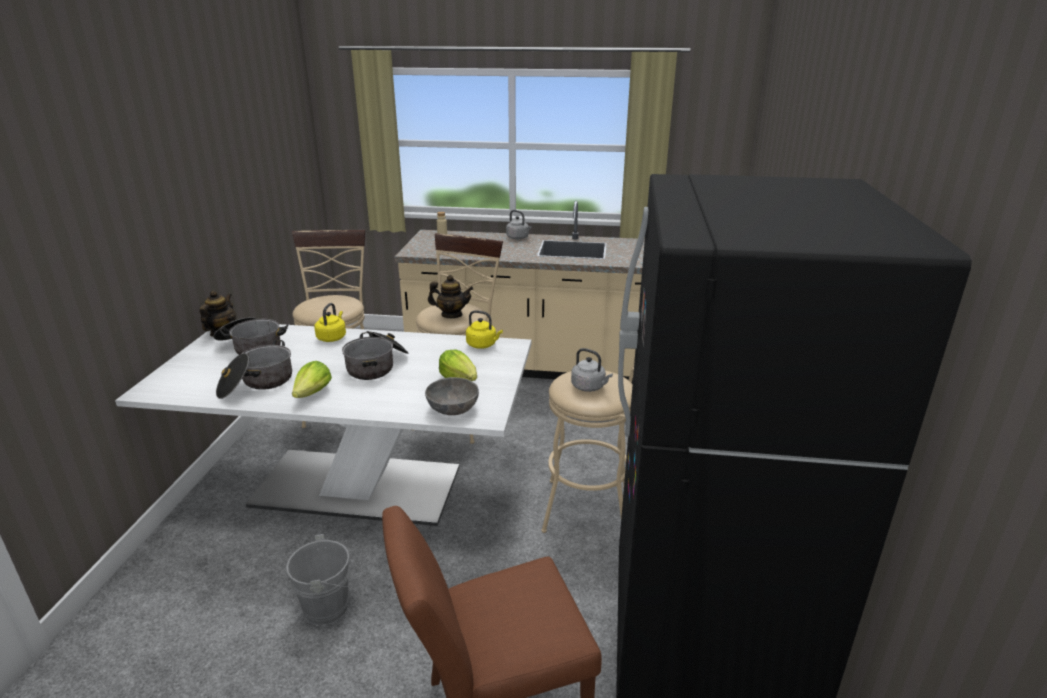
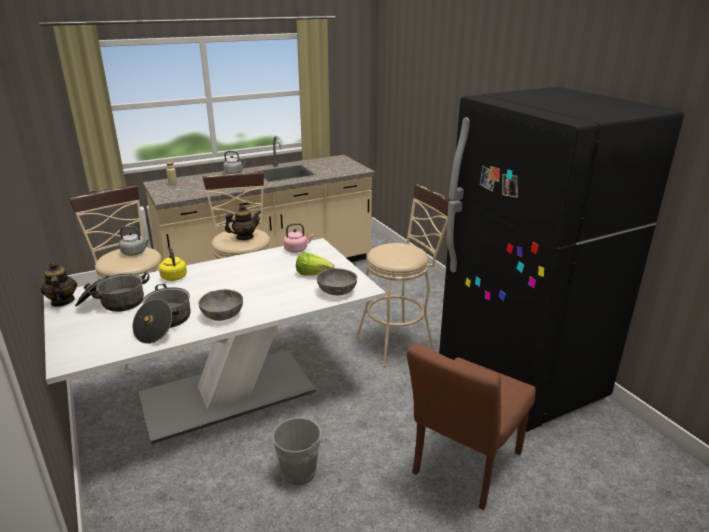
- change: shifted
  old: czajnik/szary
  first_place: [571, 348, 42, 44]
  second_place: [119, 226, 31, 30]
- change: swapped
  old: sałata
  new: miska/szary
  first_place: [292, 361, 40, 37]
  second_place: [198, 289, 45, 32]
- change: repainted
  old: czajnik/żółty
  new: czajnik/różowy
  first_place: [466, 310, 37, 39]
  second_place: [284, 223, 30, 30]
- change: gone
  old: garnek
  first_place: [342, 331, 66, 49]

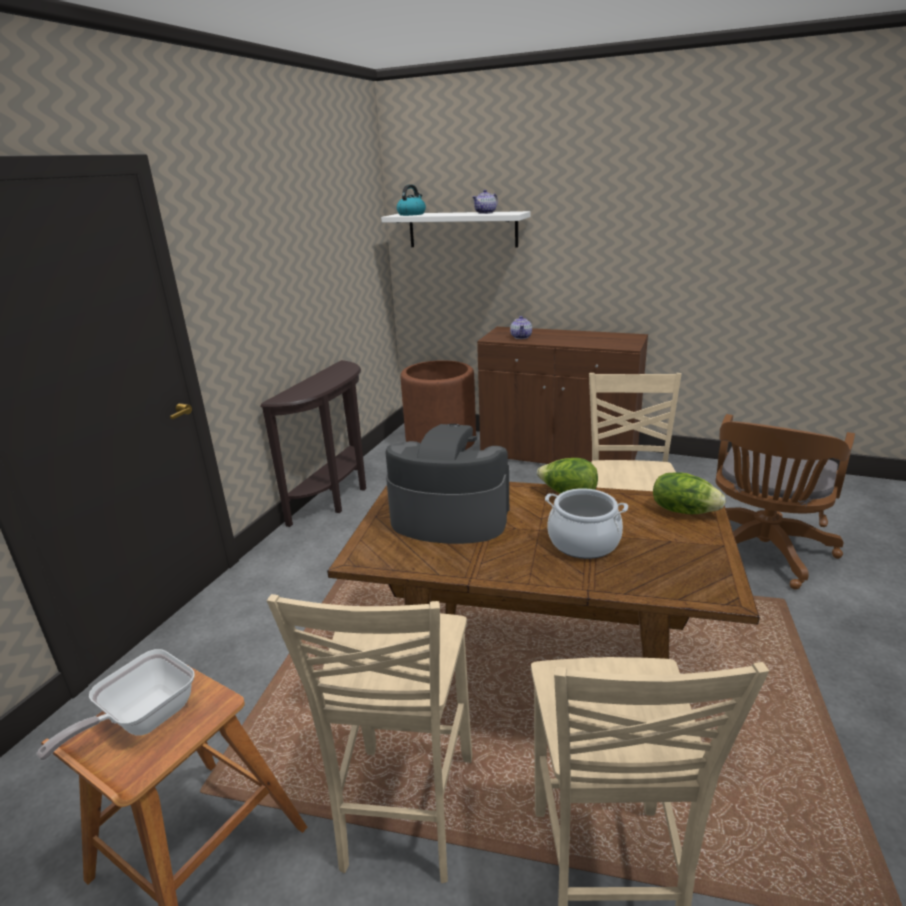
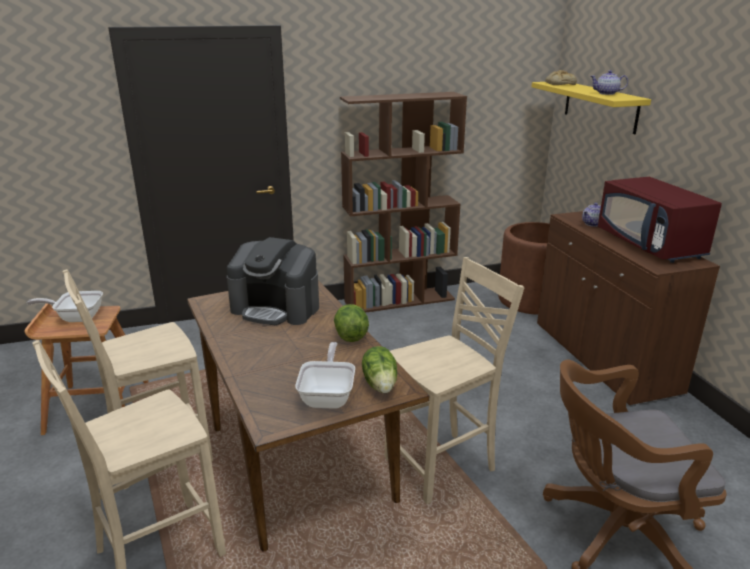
- change: rotated
  old: ekspres do kawy
  first_place: [385, 424, 124, 120]
  second_place: [227, 237, 92, 88]
  degrees: 135
- change: new
  new: patelnia
  second_place: [295, 342, 60, 67]
- change: swapped
  old: stolik konsolowy/brązowy
  new: regał/brązowy
  first_place: [260, 360, 106, 167]
  second_place: [340, 92, 127, 221]
- change: repainted
  old: półka/biały
  new: półka/żółty
  first_place: [381, 211, 150, 37]
  second_place: [531, 82, 120, 52]
- change: swapped
  old: czajnik
  new: chleb
  first_place: [397, 184, 29, 32]
  second_place: [545, 70, 32, 15]
- change: new
  new: mikrofalówka/czerwony
  second_place: [598, 177, 124, 86]
- change: gone
  old: garnek
  first_place: [545, 488, 83, 71]

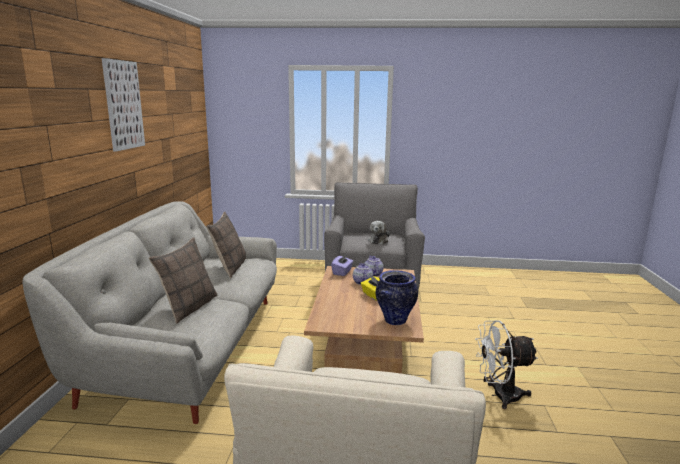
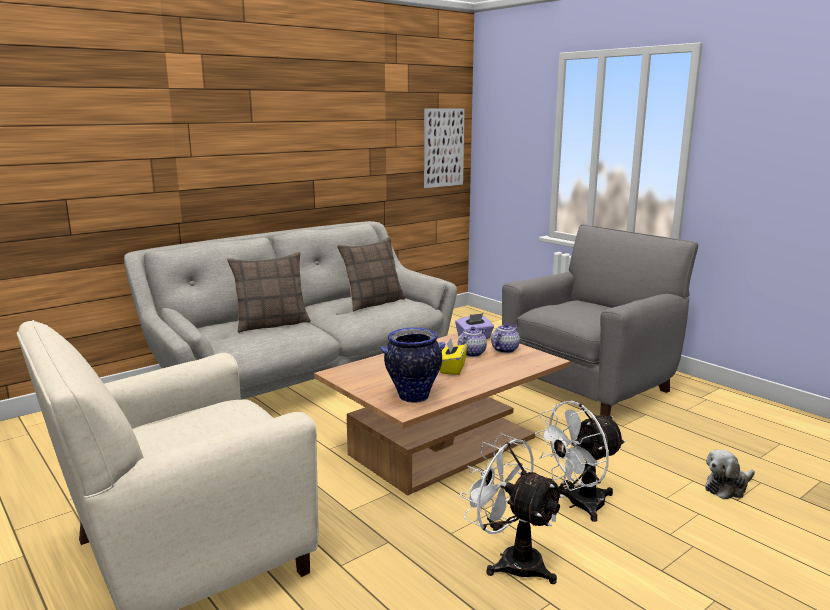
- change: shifted
  old: obraz
  first_place: [102, 58, 43, 93]
  second_place: [424, 108, 41, 80]
- change: new
  new: wentylator/biały
  second_place: [535, 401, 90, 121]
- change: shifted
  old: pluszak
  first_place: [368, 221, 22, 24]
  second_place: [705, 450, 50, 49]

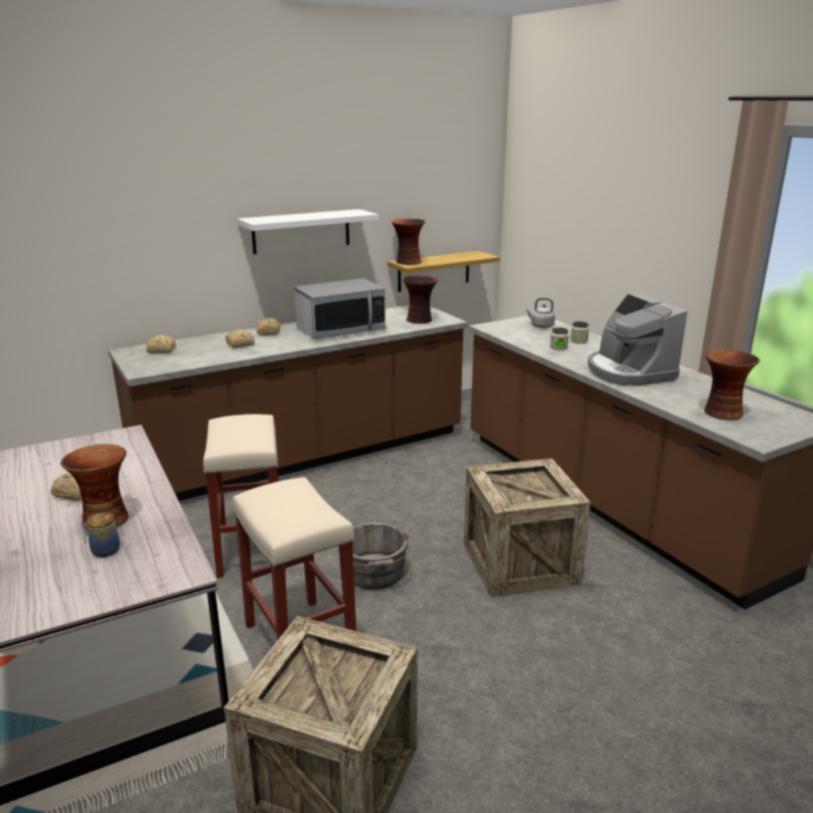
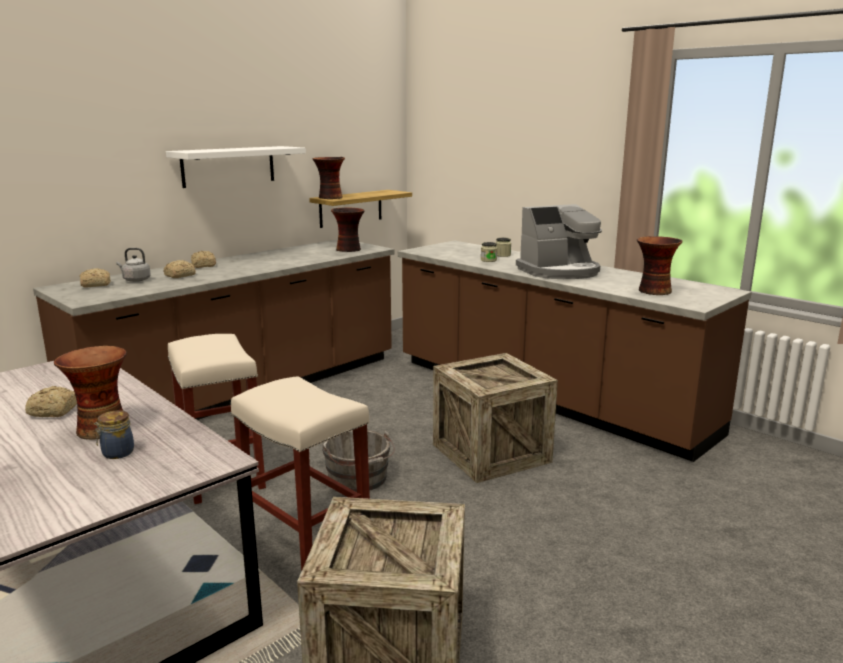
- change: shifted
  old: czajnik/szary
  first_place: [526, 298, 29, 30]
  second_place: [116, 248, 35, 34]
- change: rotated
  old: ekspres do kawy
  first_place: [588, 294, 99, 92]
  second_place: [516, 204, 86, 75]
  degrees: -75
- change: gone
  old: mikrofalówka
  first_place: [294, 278, 91, 61]

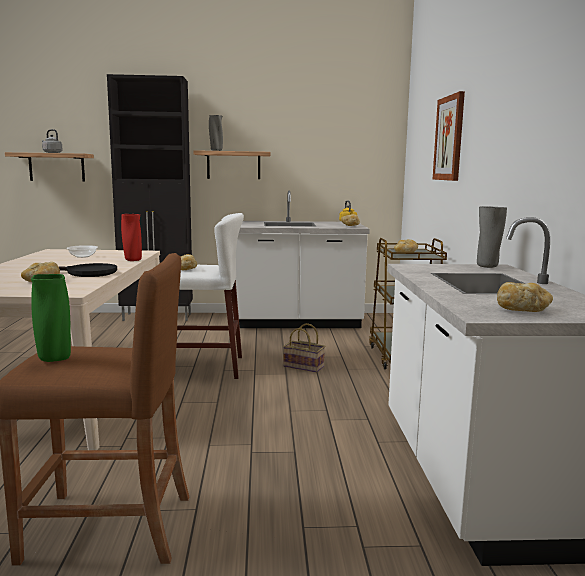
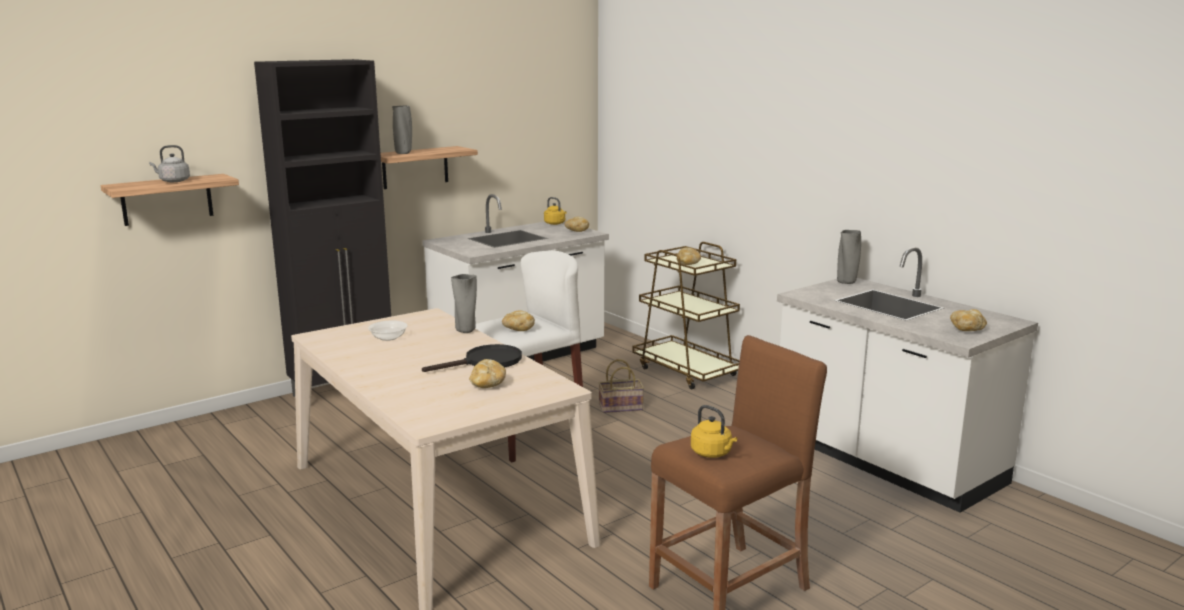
- change: repainted
  old: wazon/czerwony
  new: wazon/szary
  first_place: [121, 214, 21, 47]
  second_place: [451, 274, 26, 59]
- change: swapped
  old: wazon/zielony
  new: czajnik/żółty
  first_place: [31, 274, 40, 88]
  second_place: [691, 405, 46, 53]
- change: gone
  old: obraz
  first_place: [433, 91, 32, 90]

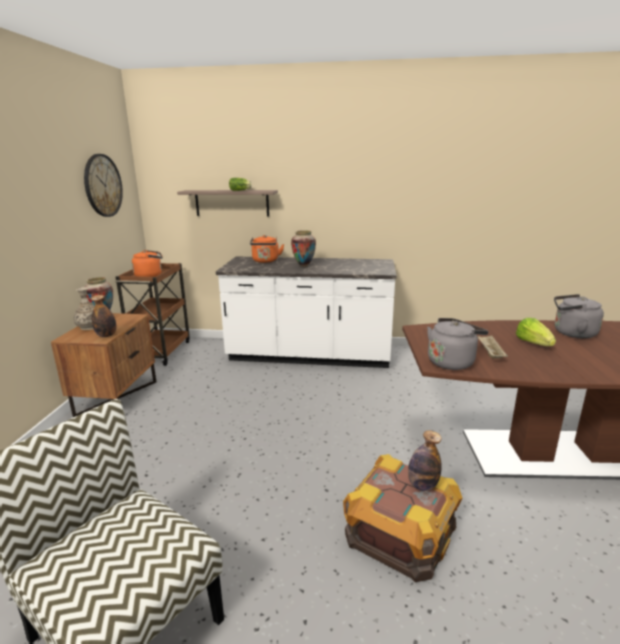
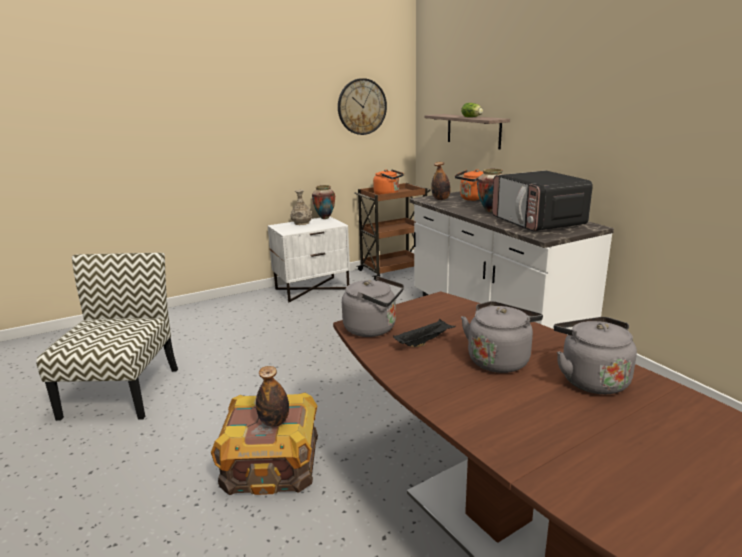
- change: repainted
  old: szafka nocna/brązowy
  new: szafka nocna/biały
  first_place: [51, 313, 105, 104]
  second_place: [268, 217, 82, 86]
- change: repainted
  old: taca/beżowy
  new: taca/czarny
  first_place: [477, 335, 31, 23]
  second_place: [393, 319, 63, 28]
- change: shifted
  old: butelka
  first_place: [91, 295, 25, 42]
  second_place: [431, 162, 20, 38]
- change: swapped
  old: sałata
  new: czajnik/szary
  first_place: [516, 318, 40, 28]
  second_place: [461, 301, 82, 72]
- change: new
  new: mikrofalówka
  second_place: [492, 171, 101, 60]

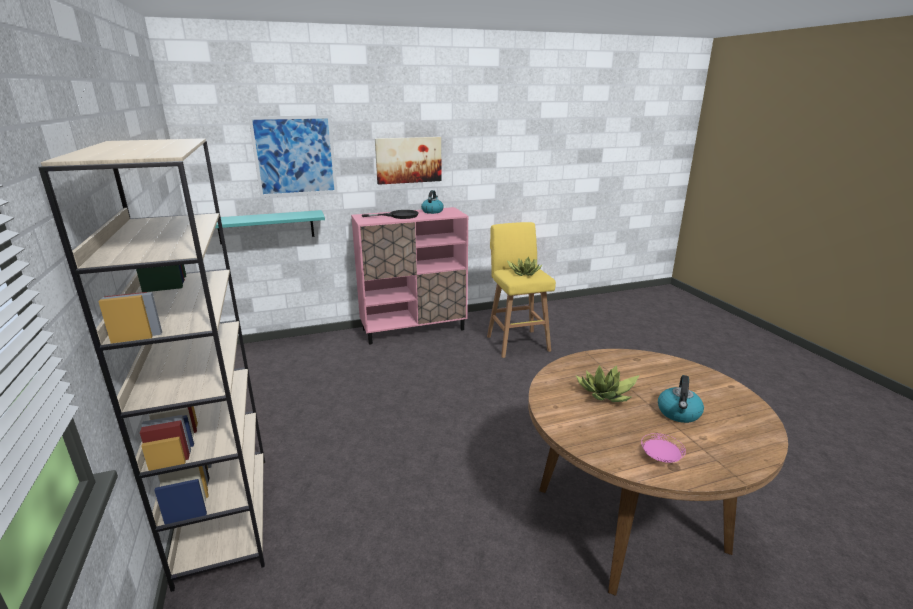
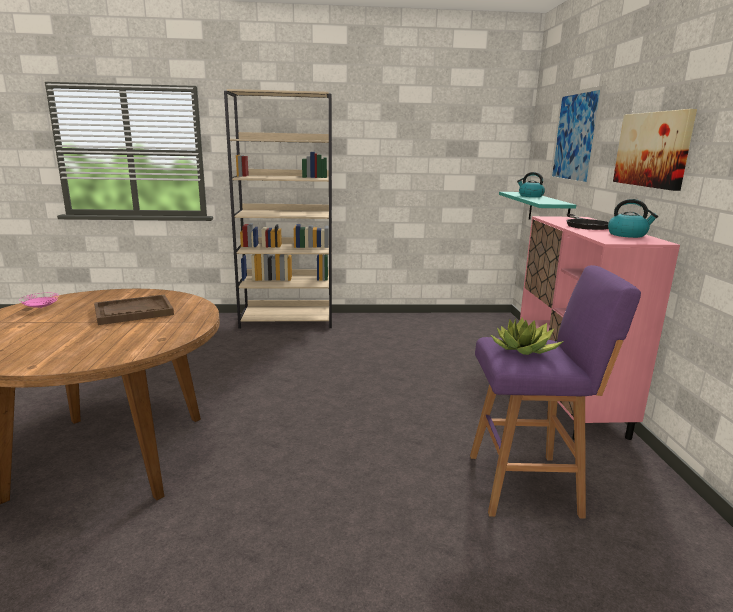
- change: swapped
  old: roślina doniczkowa
  new: taca/brązowy
  first_place: [576, 365, 63, 37]
  second_place: [94, 295, 80, 30]
- change: repainted
  old: stołek/żółty
  new: stołek/fioletowy
  first_place: [487, 222, 69, 136]
  second_place: [470, 265, 171, 254]
- change: shifted
  old: czajnik
  first_place: [658, 375, 46, 48]
  second_place: [517, 172, 28, 25]

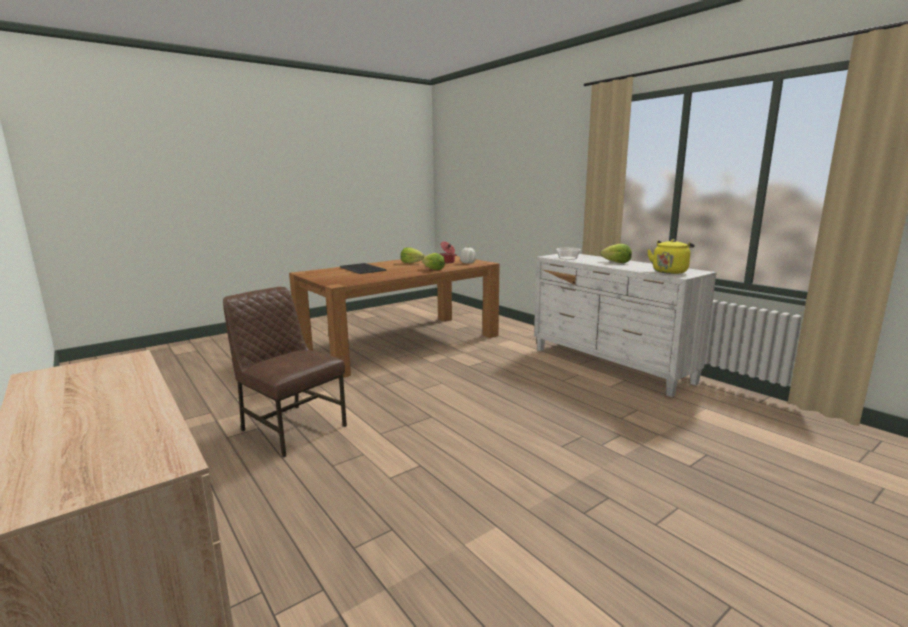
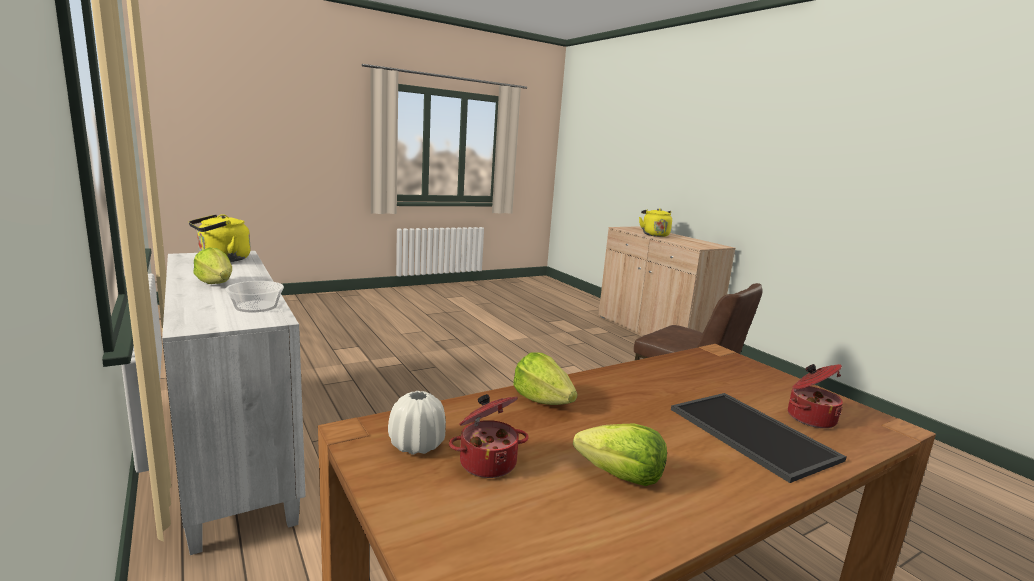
- change: new
  new: czajnik/żółty
  second_place: [639, 208, 33, 29]
- change: new
  new: garnek
  second_place: [788, 364, 55, 64]

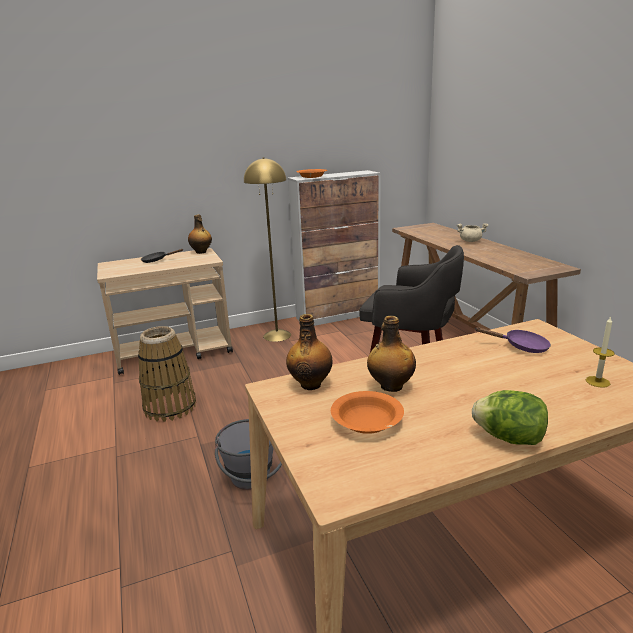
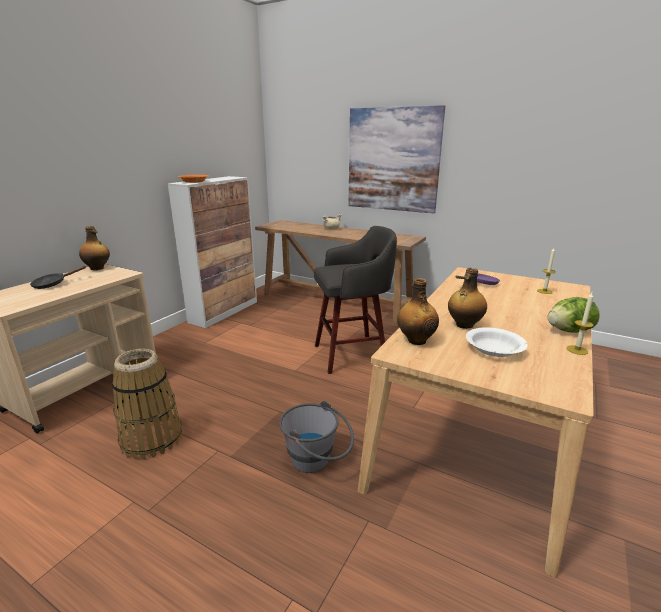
- change: new
  new: obraz
  second_place: [348, 105, 97, 108]
- change: repainted
  old: miska/pomarańczowy
  new: miska/biały
  first_place: [331, 391, 73, 43]
  second_place: [466, 327, 62, 30]
- change: new
  new: świeca
  second_place: [567, 293, 27, 62]
- change: gone
  old: lampa stojąca/żółty
  first_place: [244, 157, 47, 185]

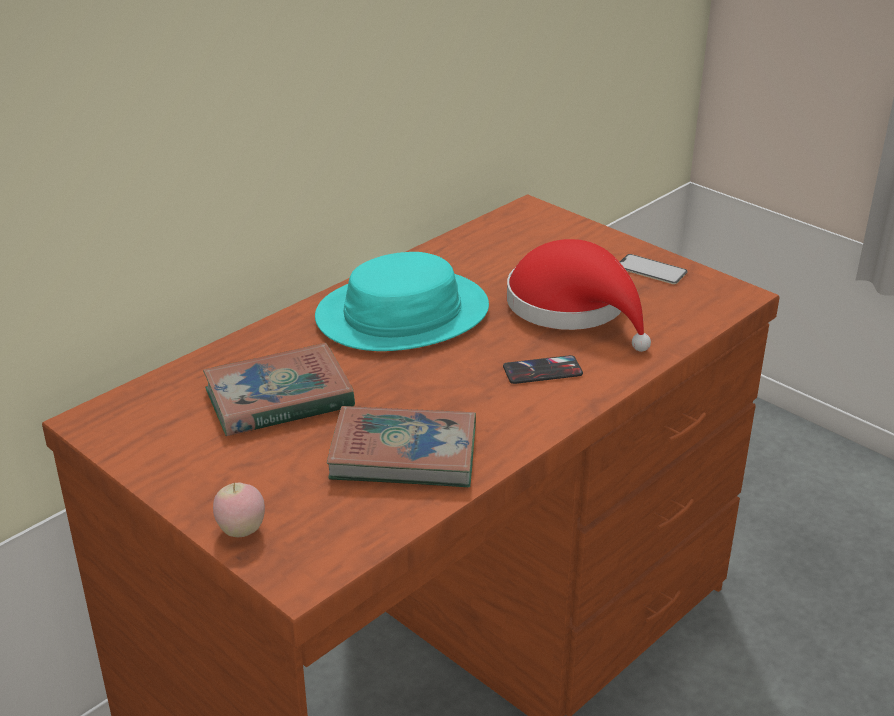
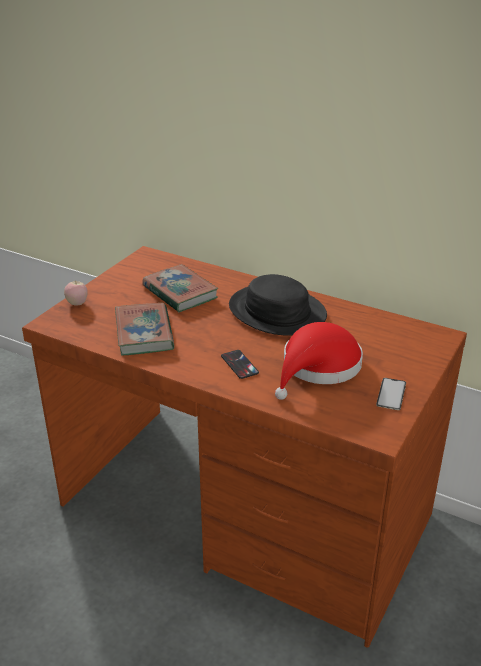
- change: repainted
  old: kapelusz/turkusowy
  new: kapelusz/czarny
  first_place: [315, 252, 174, 99]
  second_place: [229, 274, 98, 62]

